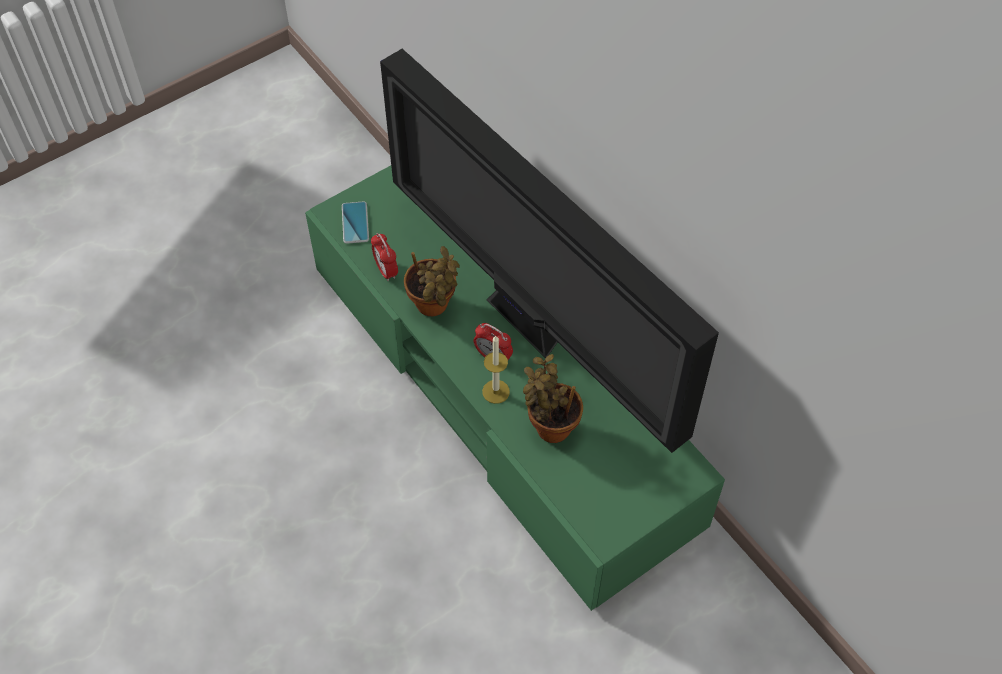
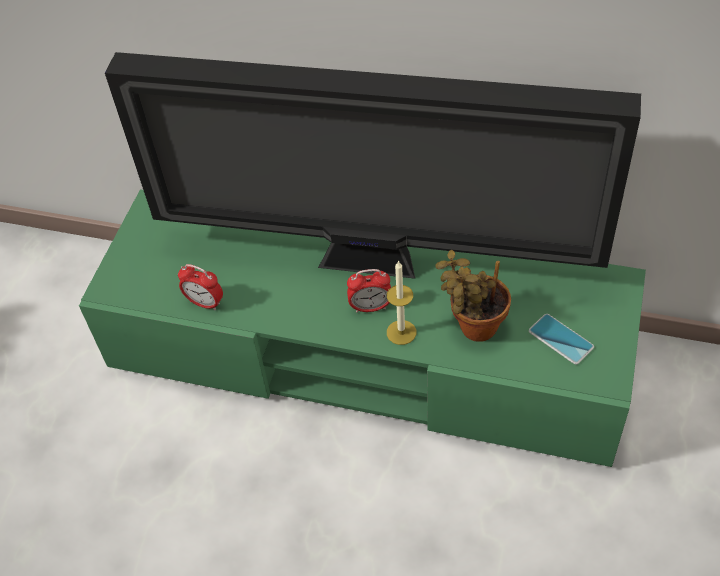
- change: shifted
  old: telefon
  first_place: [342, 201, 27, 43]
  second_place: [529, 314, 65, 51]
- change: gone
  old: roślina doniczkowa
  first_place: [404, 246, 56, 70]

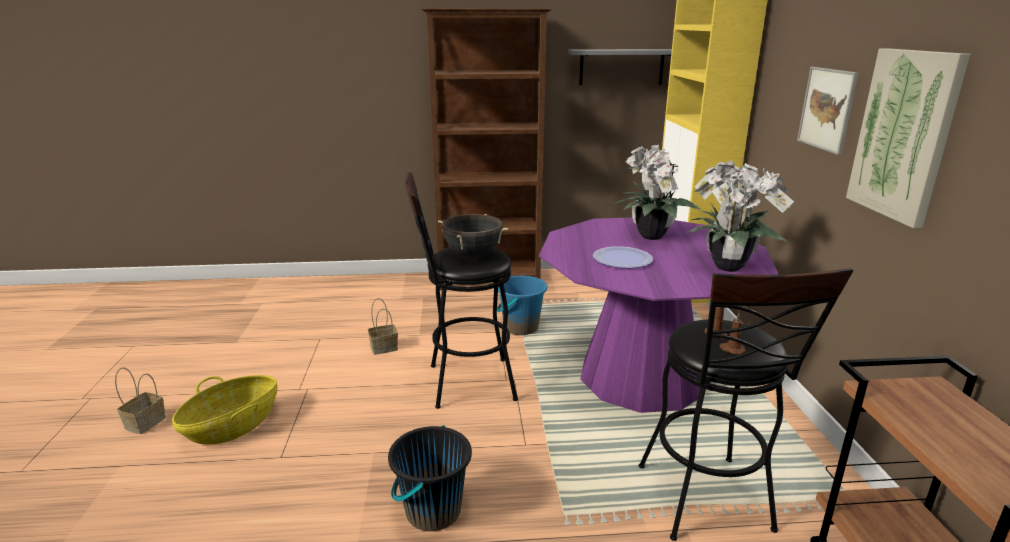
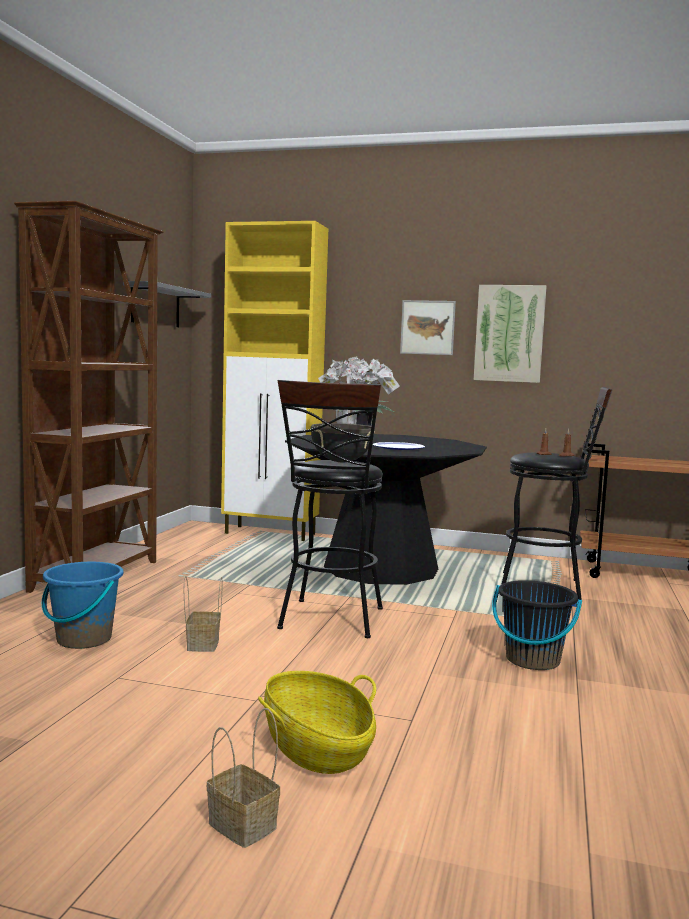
- change: shifted
  old: wiadro/niebieski
  first_place: [497, 276, 50, 59]
  second_place: [42, 562, 81, 87]
- change: repainted
  old: stół jadalny/fioletowy
  new: stół jadalny/czarny
  first_place: [539, 218, 240, 195]
  second_place: [285, 434, 202, 151]
- change: gone
  old: roślina doniczkowa
  first_place: [685, 160, 109, 112]

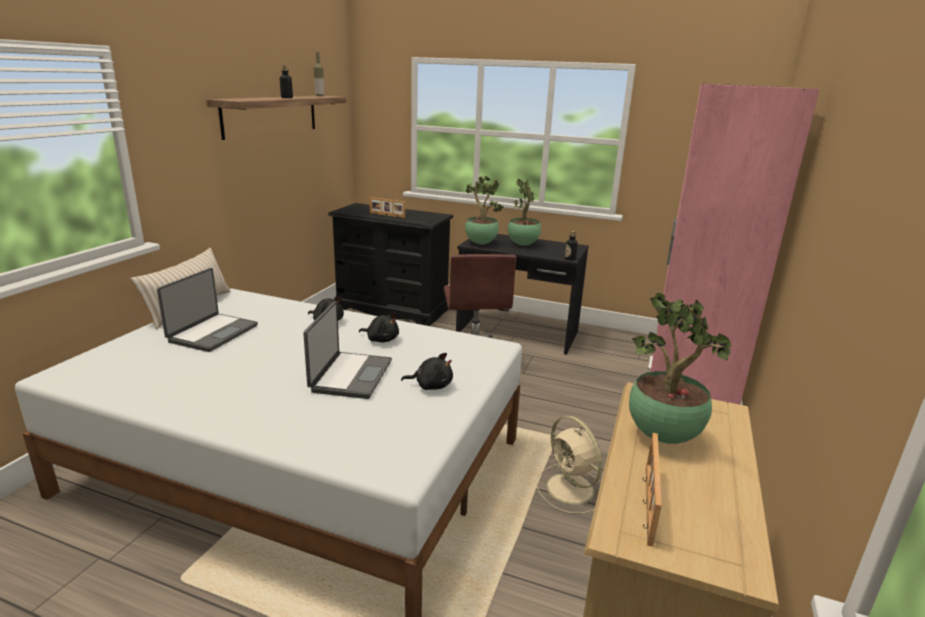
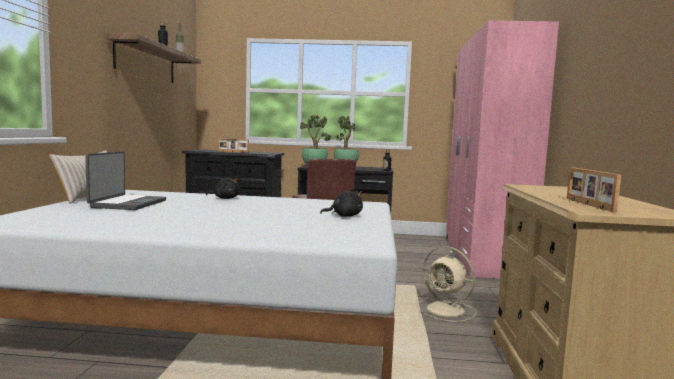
- change: gone
  old: laptop
  first_place: [303, 302, 89, 97]
- change: gone
  old: pluszak/czarny
  first_place: [359, 313, 40, 29]
- change: gone
  old: roślina doniczkowa
  first_place: [629, 293, 104, 151]

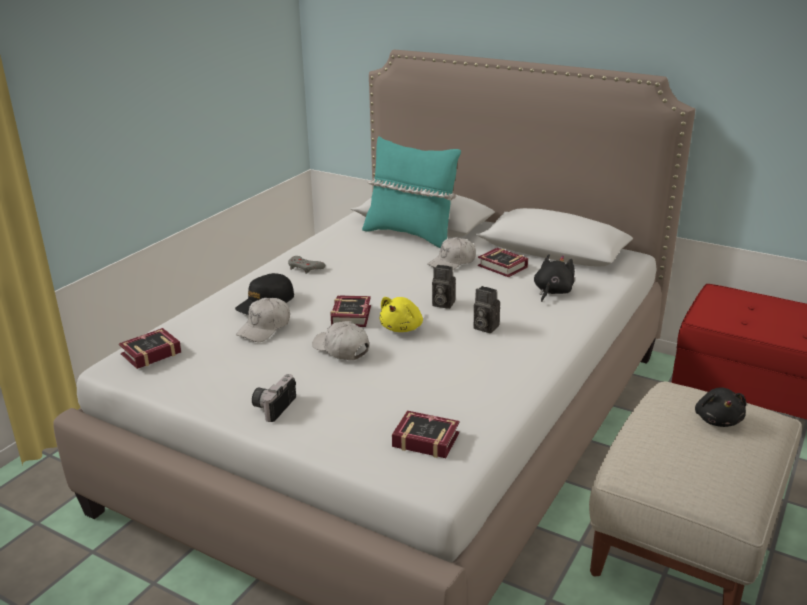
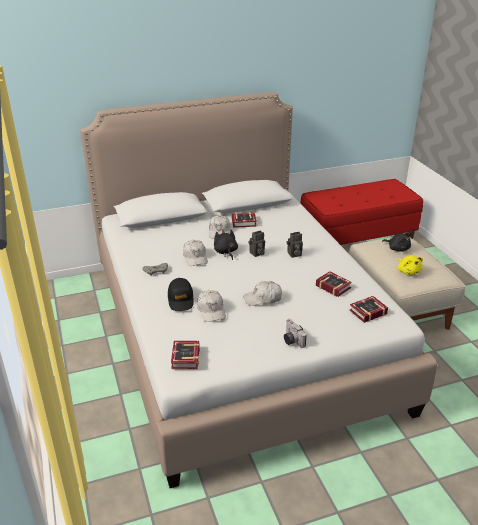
- change: new
  new: czapka z daszkiem/biały
  second_place: [183, 240, 25, 26]
- change: shifted
  old: pluszak/czarny
  first_place: [534, 254, 41, 48]
  second_place: [214, 229, 24, 31]
- change: shifted
  old: książka
  first_place: [330, 295, 41, 32]
  second_place: [316, 271, 36, 26]
- change: shifted
  old: pluszak/żółty
  first_place: [379, 297, 44, 35]
  second_place: [398, 255, 25, 20]
- change: gone
  old: poduszka/turkusowy
  first_place: [362, 136, 99, 112]

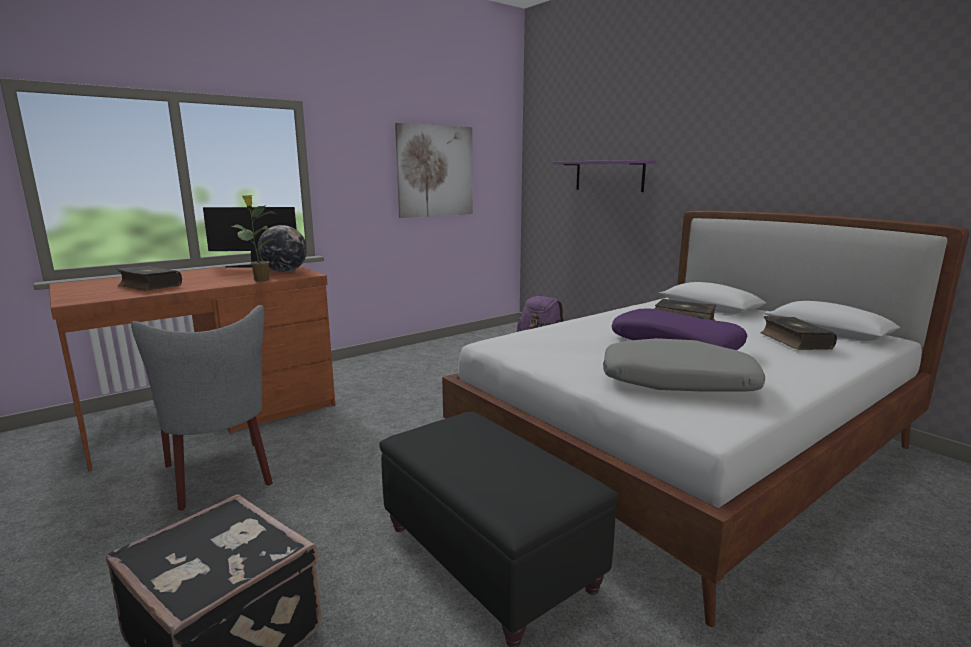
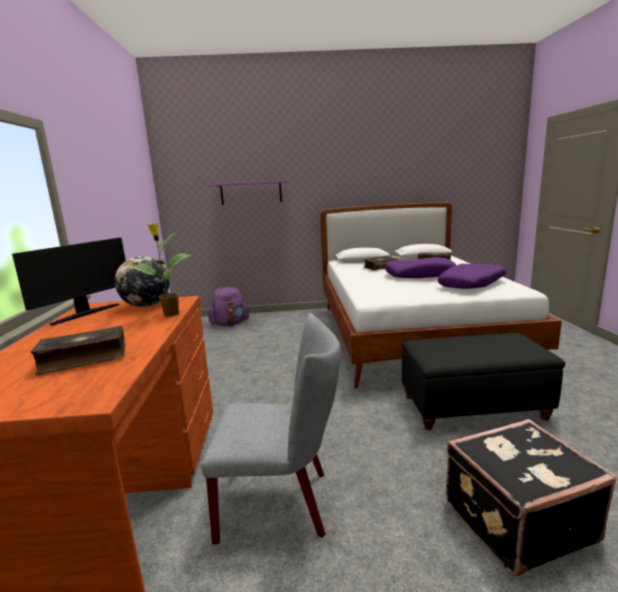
- change: repainted
  old: poduszka/szary
  new: poduszka/fioletowy
  first_place: [603, 338, 162, 54]
  second_place: [438, 264, 68, 25]
- change: gone
  old: obraz
  first_place: [395, 123, 78, 95]

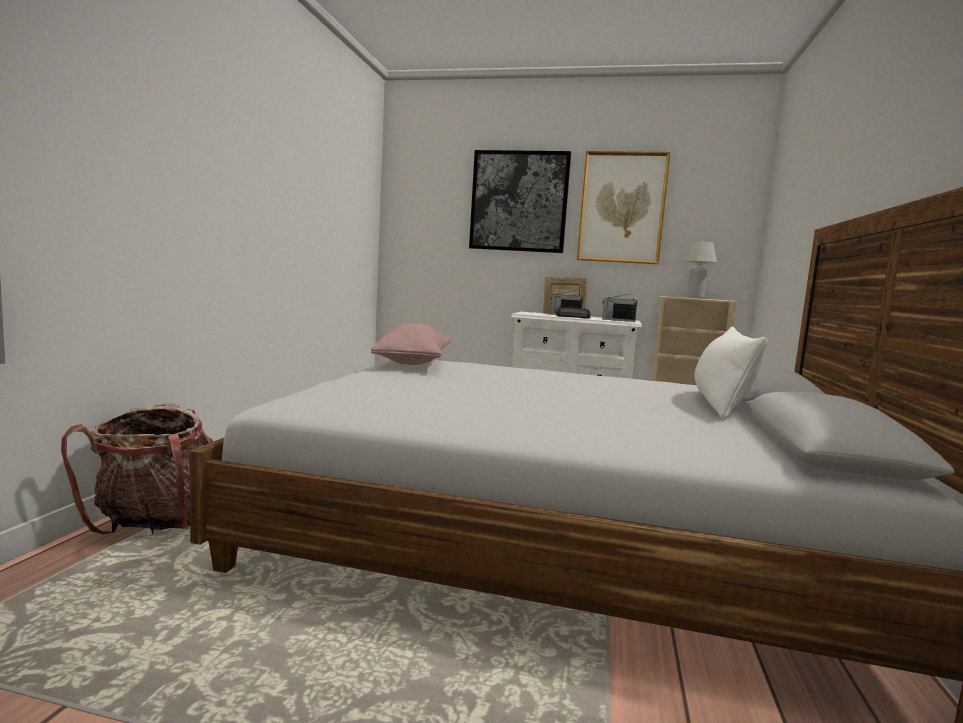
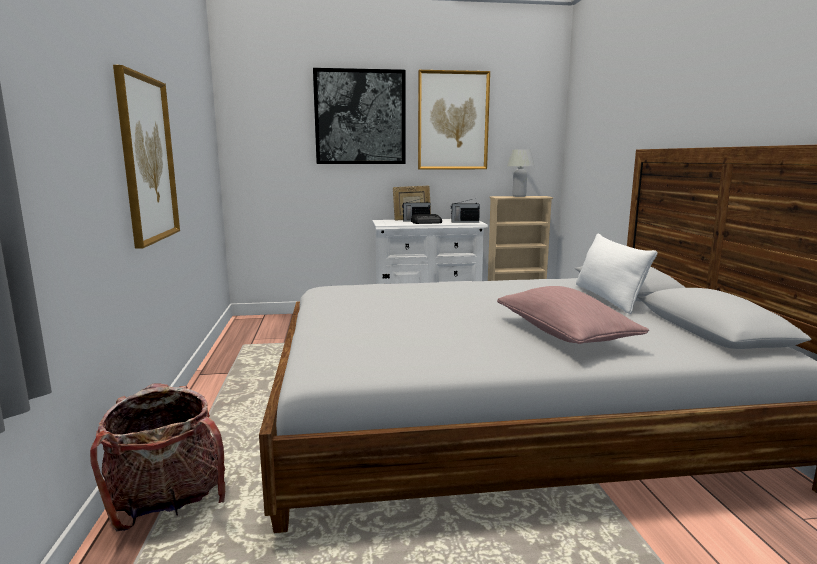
- change: new
  new: obraz
  second_place: [113, 65, 67, 184]
- change: shifted
  old: poduszka/różowy
  first_place: [371, 323, 80, 42]
  second_place: [497, 286, 152, 58]

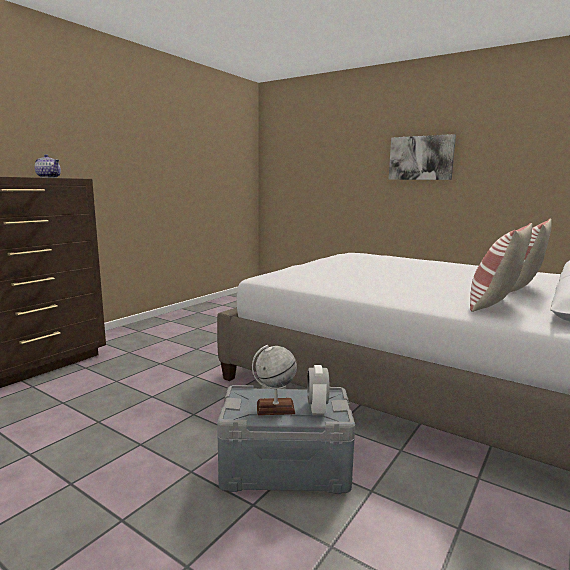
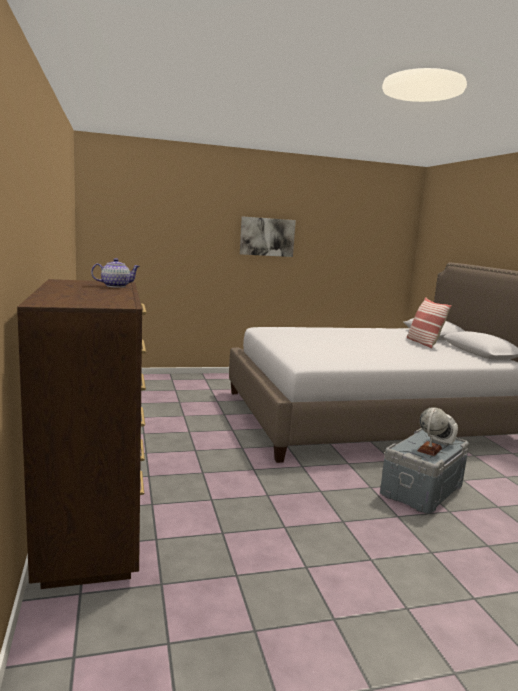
- change: gone
  old: poduszka
  first_place: [470, 223, 63, 89]

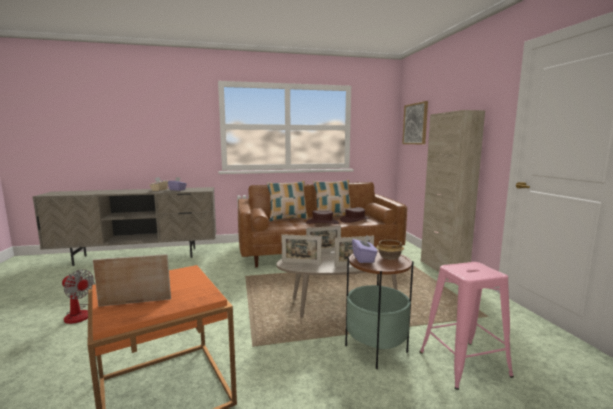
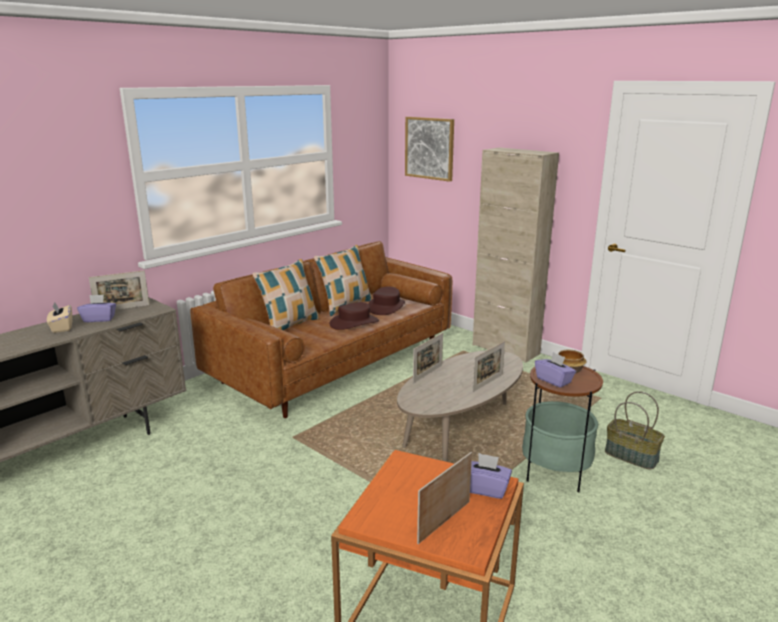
- change: shifted
  old: ramka na zdjęcie
  first_place: [282, 234, 40, 30]
  second_place: [89, 270, 61, 40]
- change: new
  new: pudełko chusteczek/fioletowy
  second_place: [470, 453, 42, 46]
- change: swapped
  old: stołek/różowy
  new: koszyk
  first_place: [420, 262, 94, 128]
  second_place: [605, 391, 60, 78]
- change: gone
  old: wentylator
  first_place: [62, 269, 33, 55]

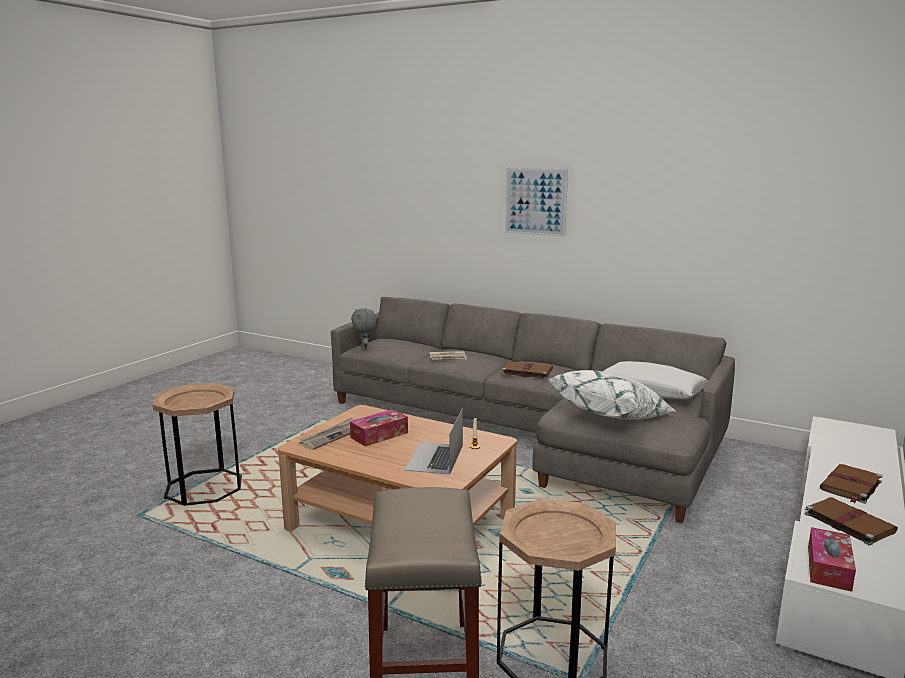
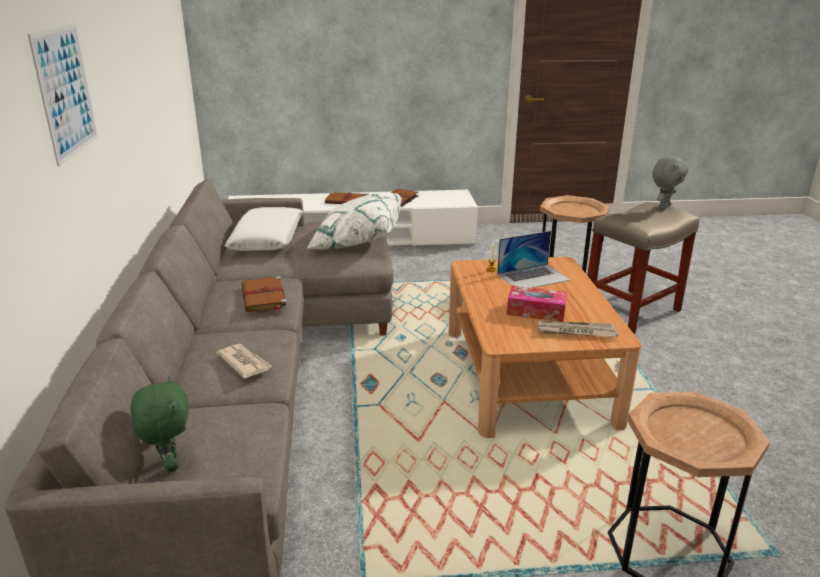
- change: new
  new: pluszak/zielony
  second_place: [130, 376, 59, 97]
- change: shifted
  old: pluszak/szary
  first_place: [351, 308, 25, 42]
  second_place: [652, 156, 36, 53]
- change: gone
  old: pudełko chusteczek
  first_place: [808, 527, 48, 65]

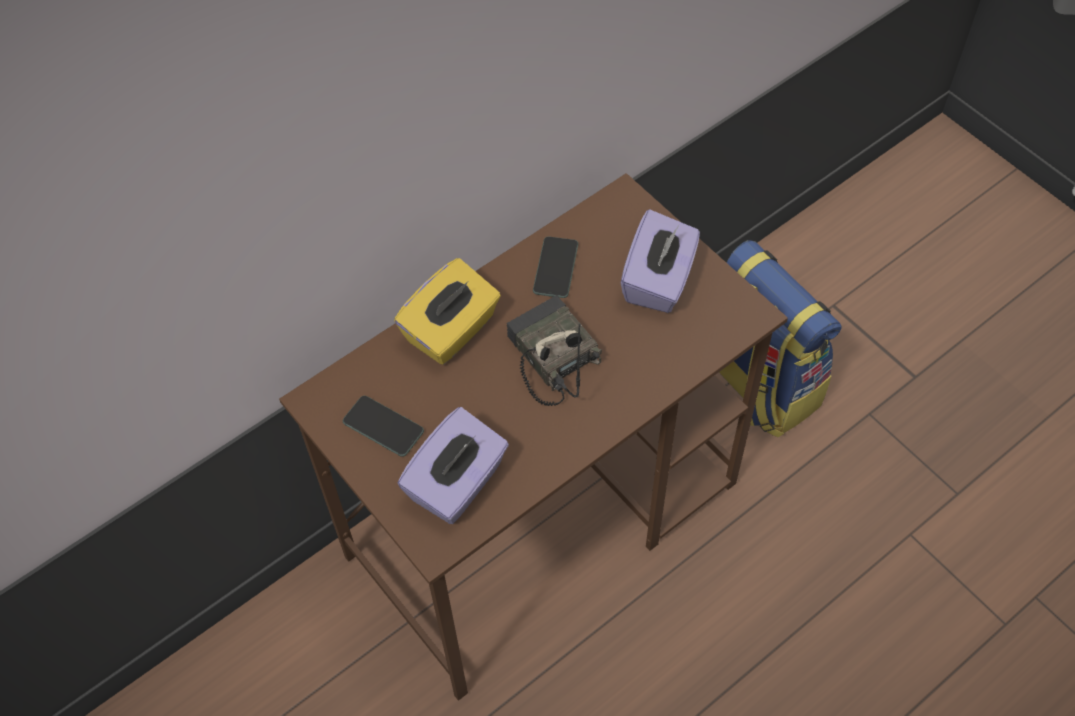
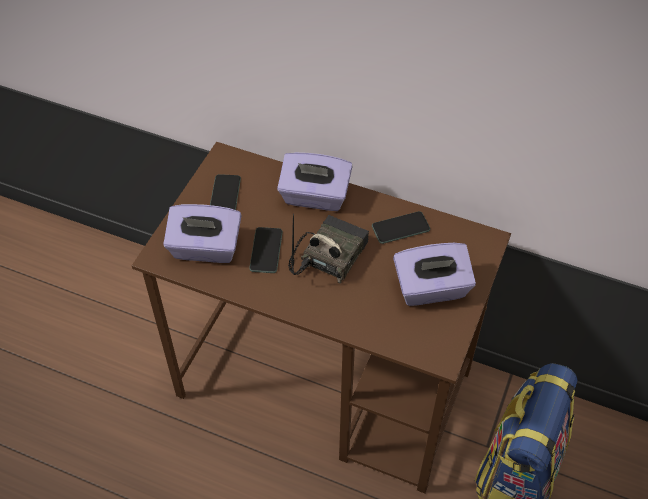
- change: new
  new: telefon
  second_place: [249, 227, 34, 46]
- change: repainted
  old: pudełko chusteczek/żółty
  new: pudełko chusteczek/fioletowy
  first_place: [394, 258, 107, 107]
  second_place: [277, 152, 76, 59]

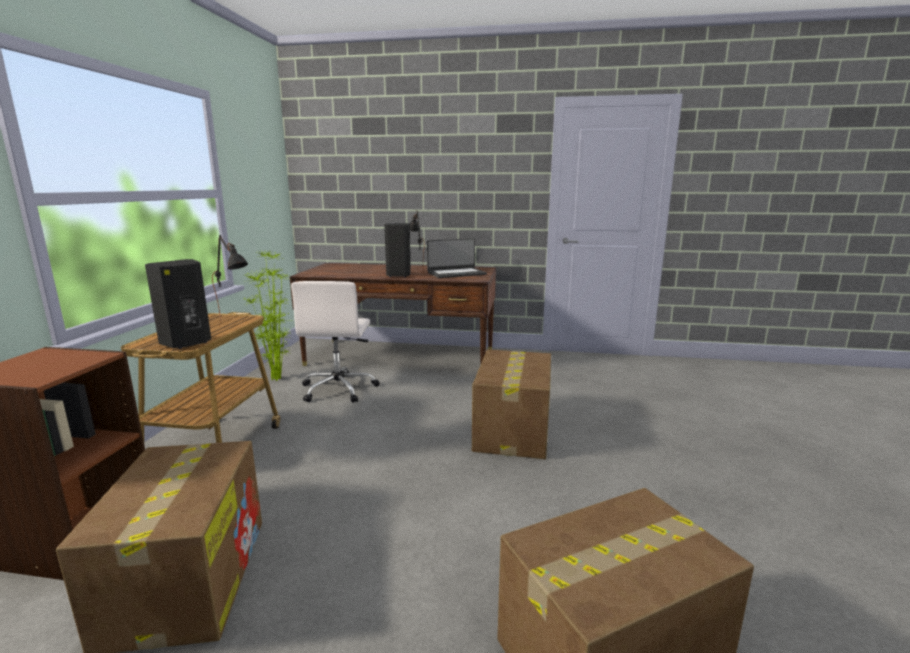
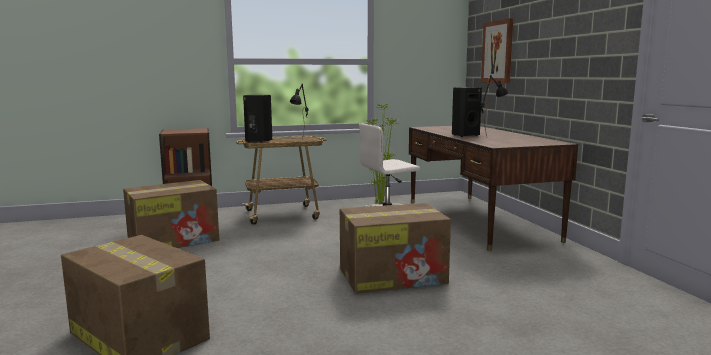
- change: new
  new: obraz
  second_place: [481, 18, 32, 65]
- change: gone
  old: laptop
  first_place: [427, 238, 60, 40]

